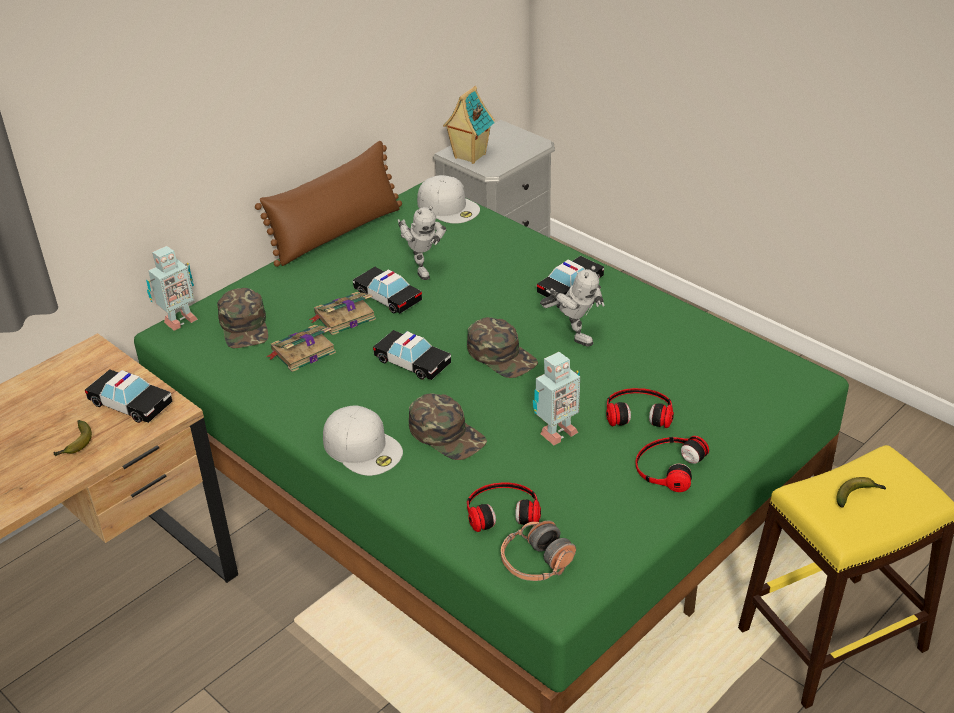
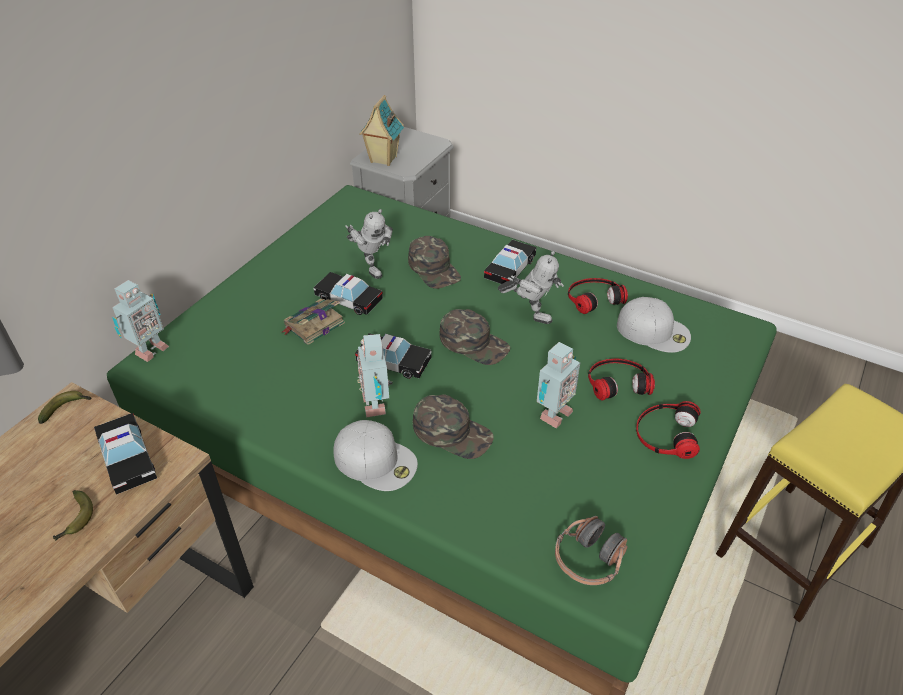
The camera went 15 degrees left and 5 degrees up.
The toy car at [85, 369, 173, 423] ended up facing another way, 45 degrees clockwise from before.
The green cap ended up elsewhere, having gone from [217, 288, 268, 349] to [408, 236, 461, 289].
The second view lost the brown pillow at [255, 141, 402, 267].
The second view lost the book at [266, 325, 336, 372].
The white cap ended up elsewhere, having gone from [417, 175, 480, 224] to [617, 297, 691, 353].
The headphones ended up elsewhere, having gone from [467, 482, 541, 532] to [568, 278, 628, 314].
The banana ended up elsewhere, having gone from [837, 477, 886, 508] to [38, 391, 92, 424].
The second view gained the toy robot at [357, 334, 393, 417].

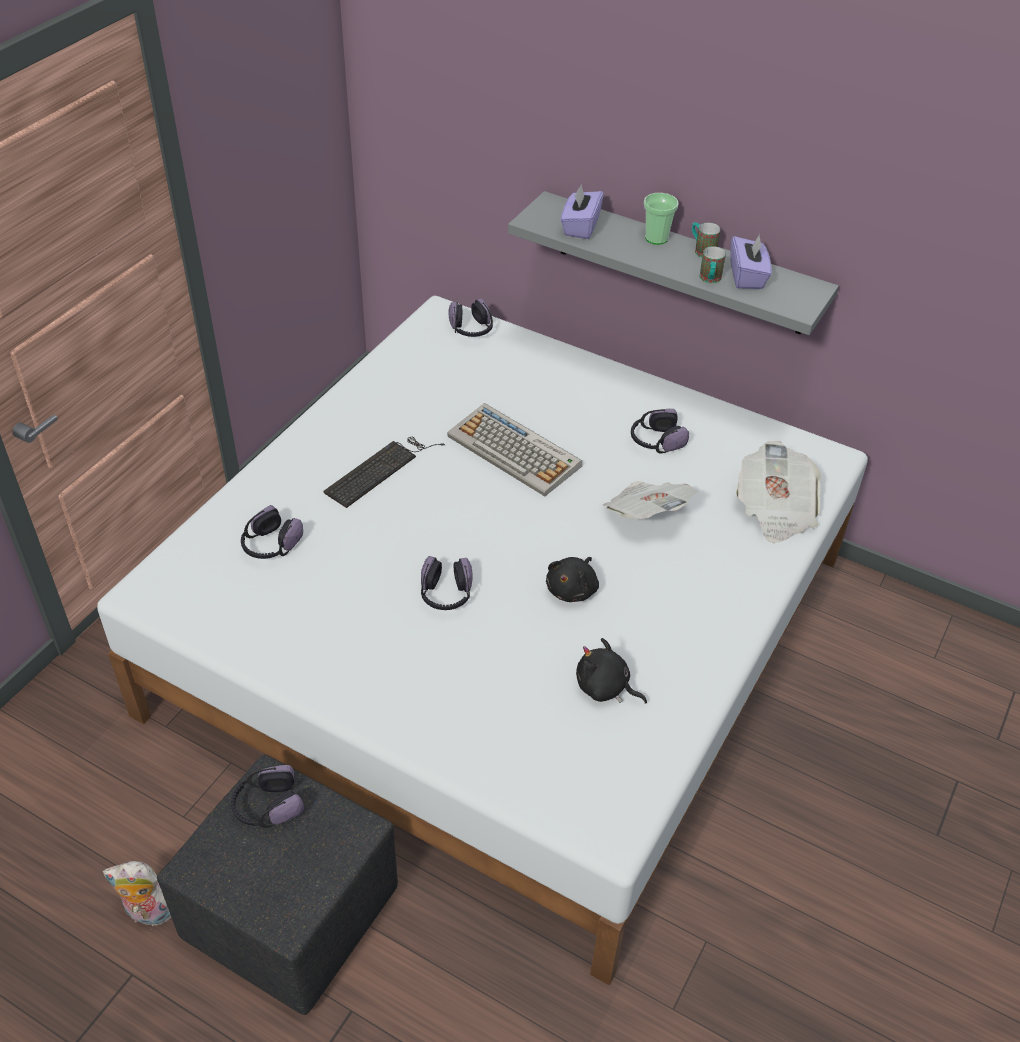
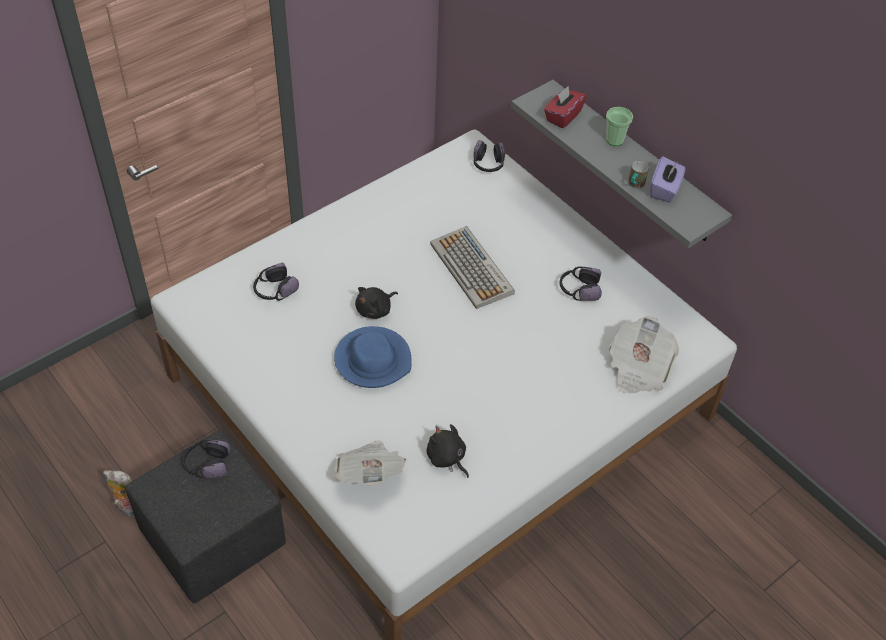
The camera went 20 degrees right and 5 degrees up.
The second view lost the keyboard at [323, 437, 445, 508].
Where the headphones stood at [421, 556, 473, 610], the blue hat came to stand at [334, 326, 412, 388].
The black plush toy ended up elsewhere, having gone from [546, 557, 599, 602] to [355, 287, 398, 319].
What was the purple tissue box at [561, 184, 604, 239] turned into the red tissue box at [544, 86, 586, 128].
The newspaper ended up elsewhere, having gone from [603, 481, 699, 519] to [334, 441, 406, 486].
The second view lost the mug at [692, 222, 721, 258].

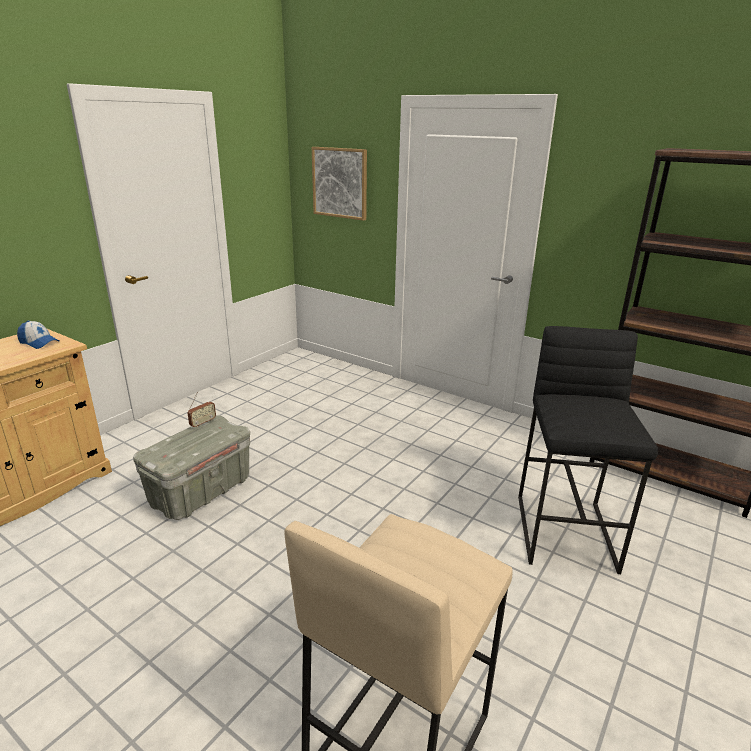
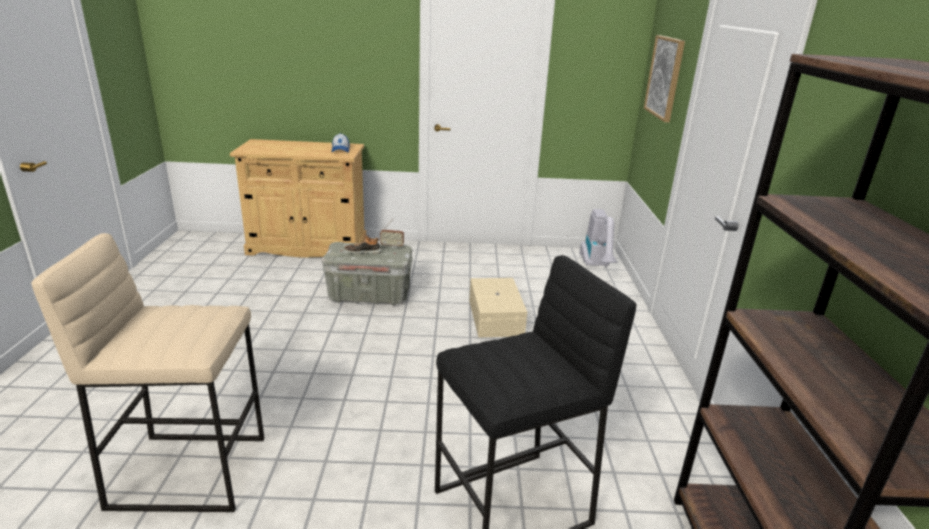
The camera went 55 degrees right and 0 degrees up.
The second view gained the shoe at [345, 234, 382, 254].
The second view gained the beige storage box at [469, 278, 527, 337].
The second view gained the vacuum cleaner at [580, 209, 618, 267].

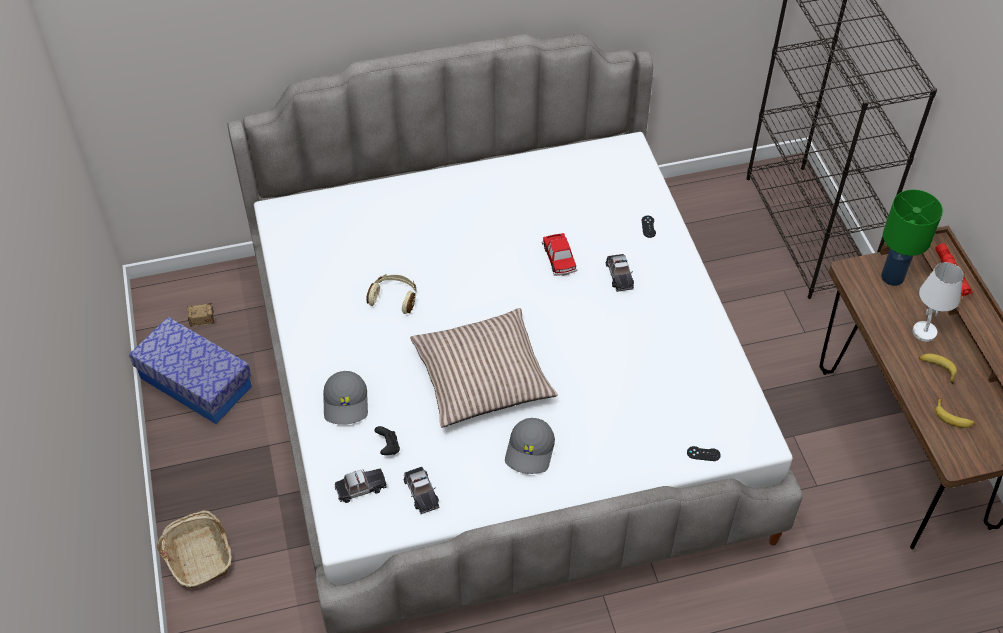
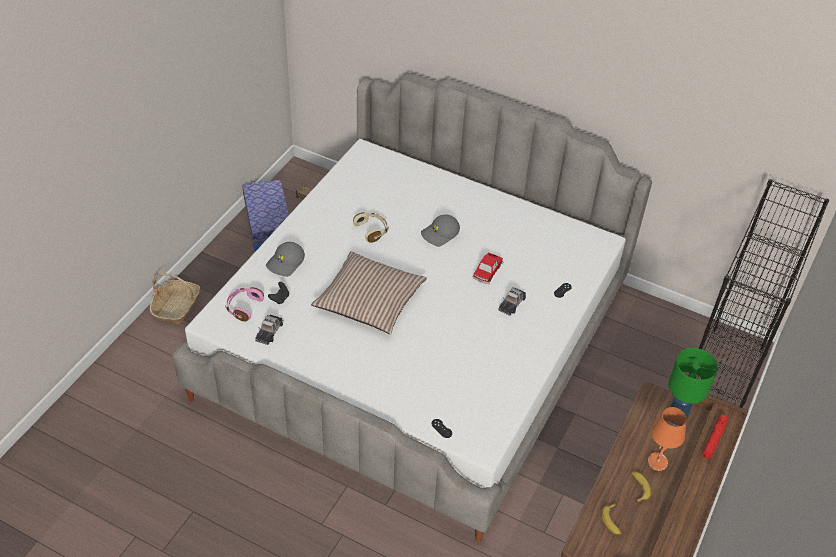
The camera went 40 degrees right and 5 degrees down.
Where the toy car stood at [335, 468, 387, 503], the pink headphones came to stand at [225, 287, 264, 322].
The grey cap ended up elsewhere, having gone from [505, 418, 555, 474] to [421, 214, 460, 247].
What was the white table lamp at [913, 262, 963, 342] turned into the orange table lamp at [647, 407, 686, 471].

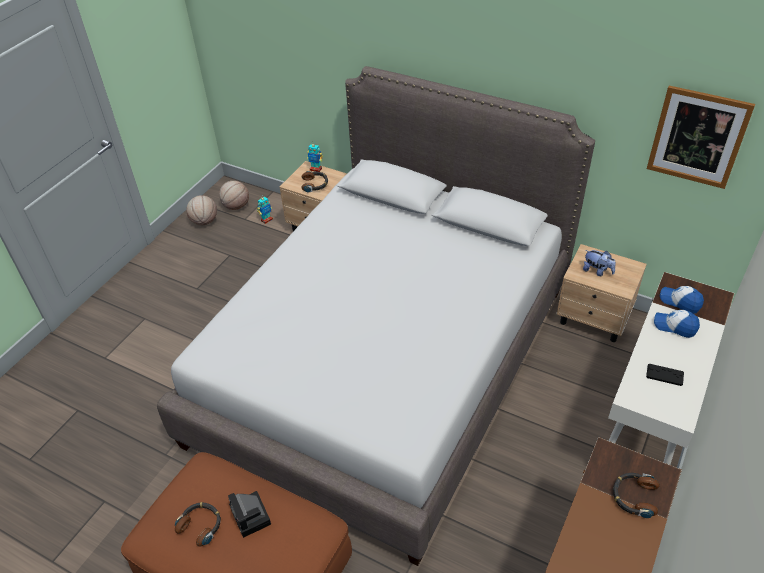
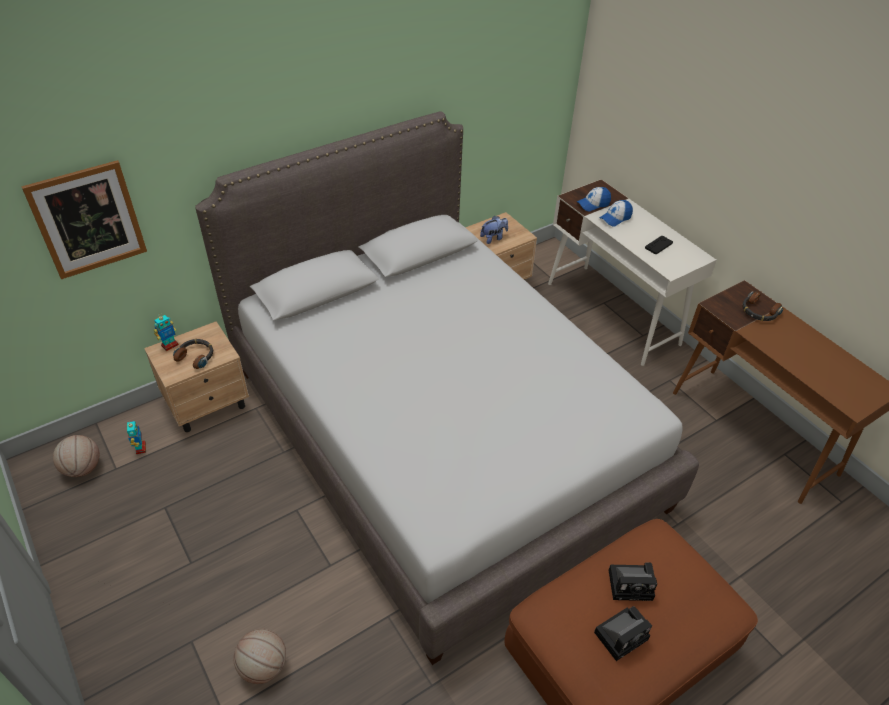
The camera went 65 degrees left and 0 degrees up.
Where the headphones stood at [175, 502, 221, 547], the photo camera came to stand at [594, 606, 652, 661].
The basketball ended up elsewhere, having gone from [187, 195, 217, 225] to [233, 629, 286, 684].
The picture ended up elsewhere, having gone from [647, 86, 755, 189] to [21, 160, 147, 279].

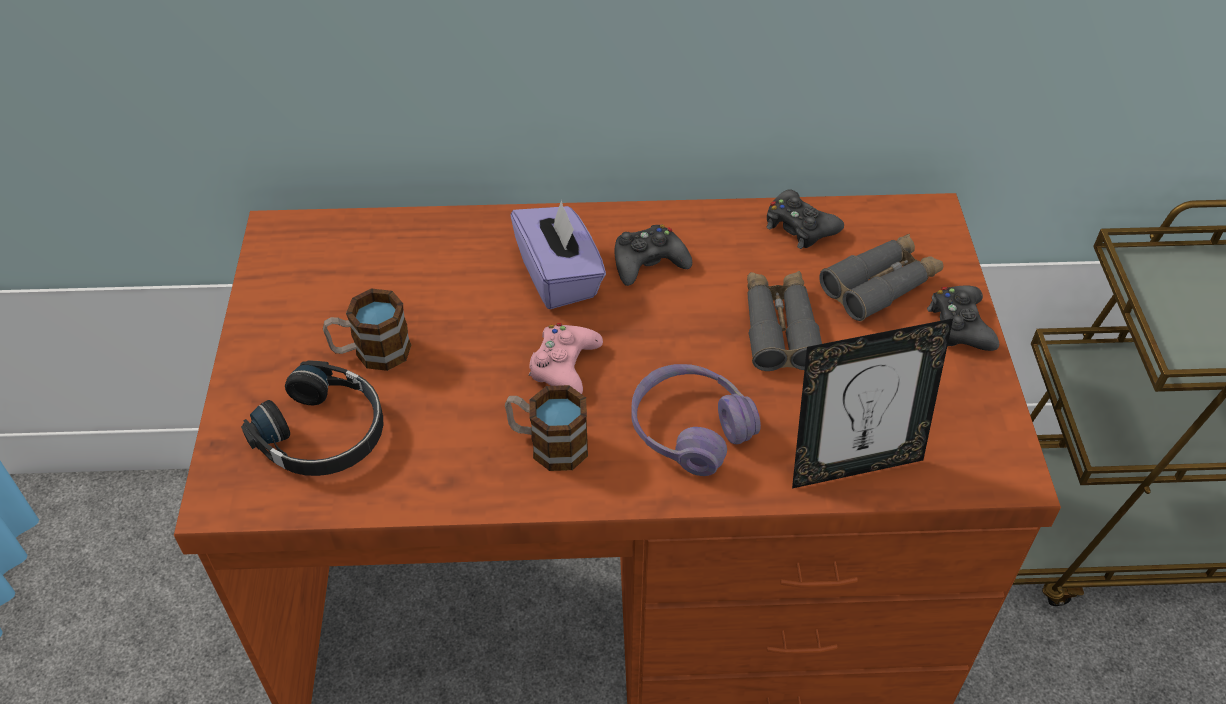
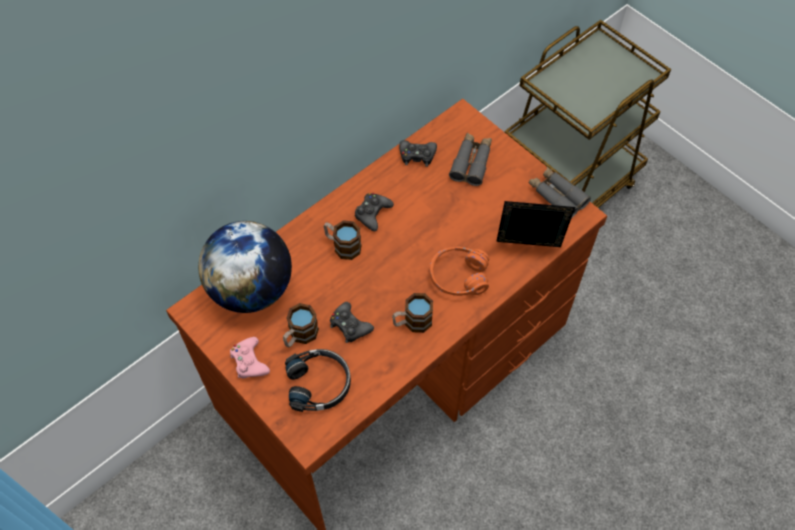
The camera went 40 degrees left and 10 degrees up.
Where the purple tissue box stood at [510, 200, 606, 309], the mug came to stand at [323, 220, 362, 260].
The pink game controller ended up elsewhere, having gone from [529, 323, 603, 394] to [230, 337, 270, 379].
What was the purple headphones at [631, 364, 761, 476] turned into the orange headphones at [430, 247, 489, 296].
The grey binoculars ended up elsewhere, having gone from [747, 271, 822, 371] to [529, 167, 591, 218].
The picture frame at [792, 318, 953, 488] ended up facing another way, 120 degrees counterclockwise from before.
The black game controller ended up elsewhere, having gone from [927, 285, 999, 351] to [330, 302, 374, 343].
The second view gained the globe at [198, 221, 292, 313].

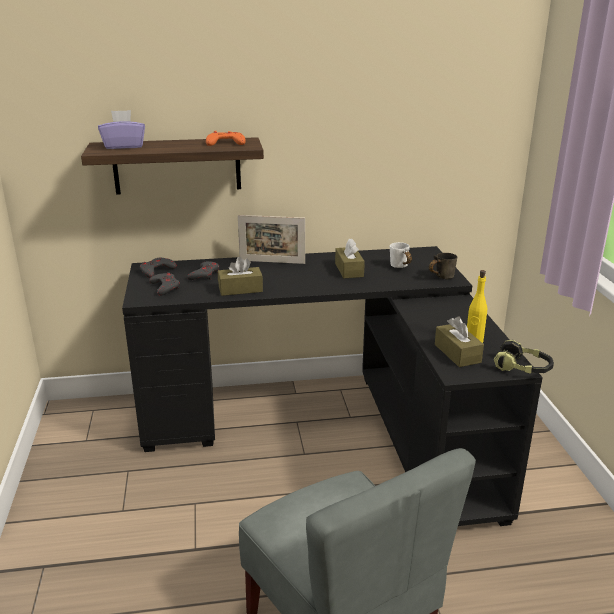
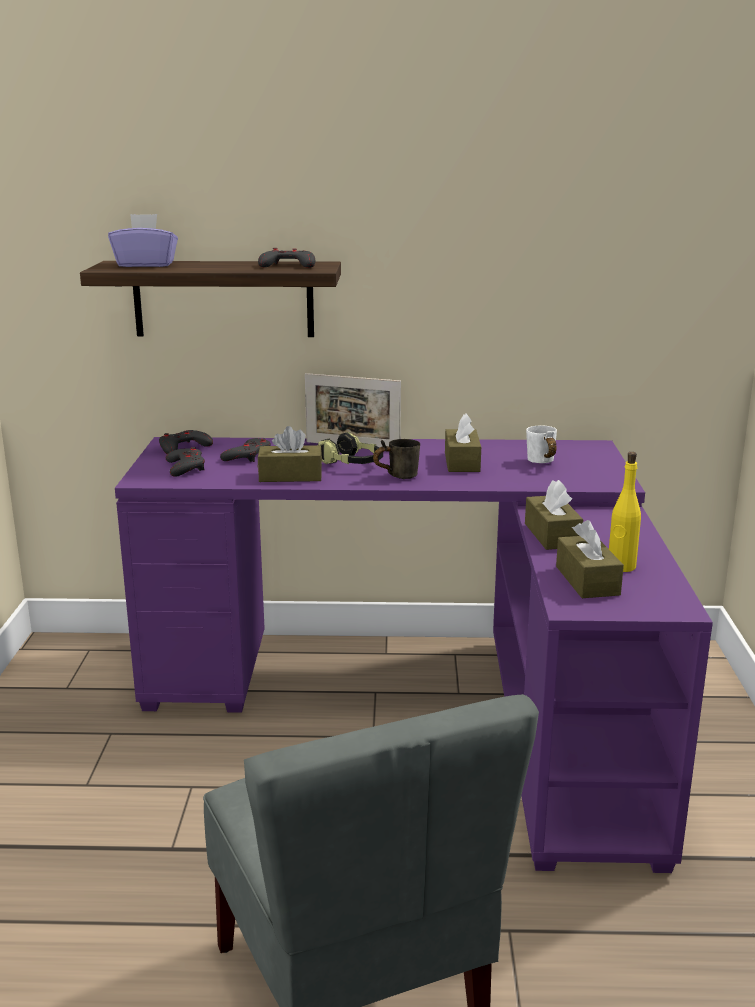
The camera went 10 degrees right and 5 degrees down.
What was the black desk at [122, 246, 543, 526] turned into the purple desk at [115, 437, 713, 873].
What was the orange game controller at [206, 131, 246, 146] turned into the grey game controller at [258, 248, 315, 268].
The grey mug ended up elsewhere, having gone from [429, 253, 457, 280] to [373, 439, 420, 479].
The headphones ended up elsewhere, having gone from [494, 340, 554, 374] to [318, 432, 383, 464].
The second view gained the brown tissue box at [525, 480, 583, 550].

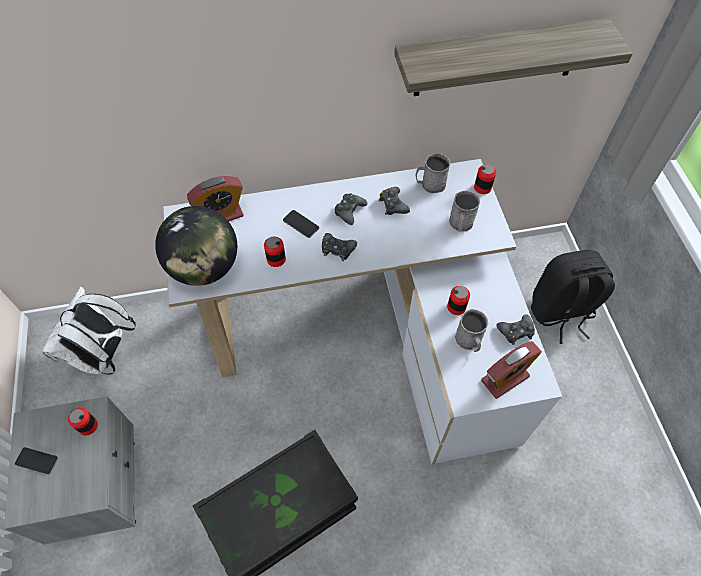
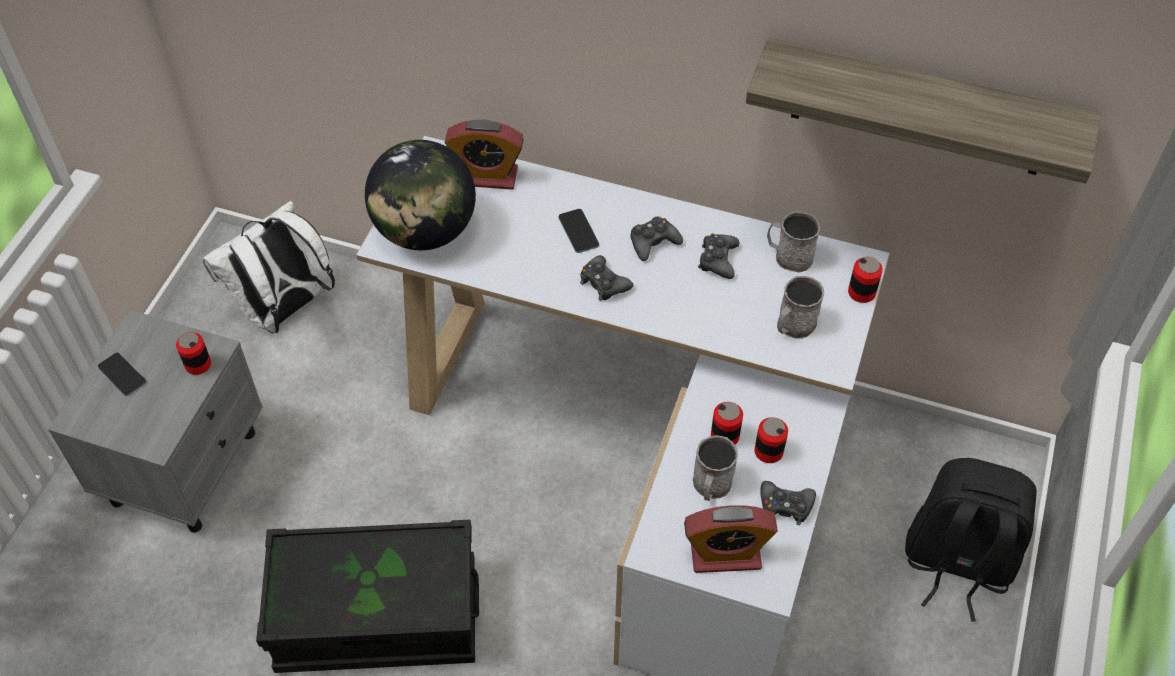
The camera went 30 degrees right and 5 degrees down.
The can ended up elsewhere, having gone from [264, 236, 286, 267] to [754, 417, 788, 463].

